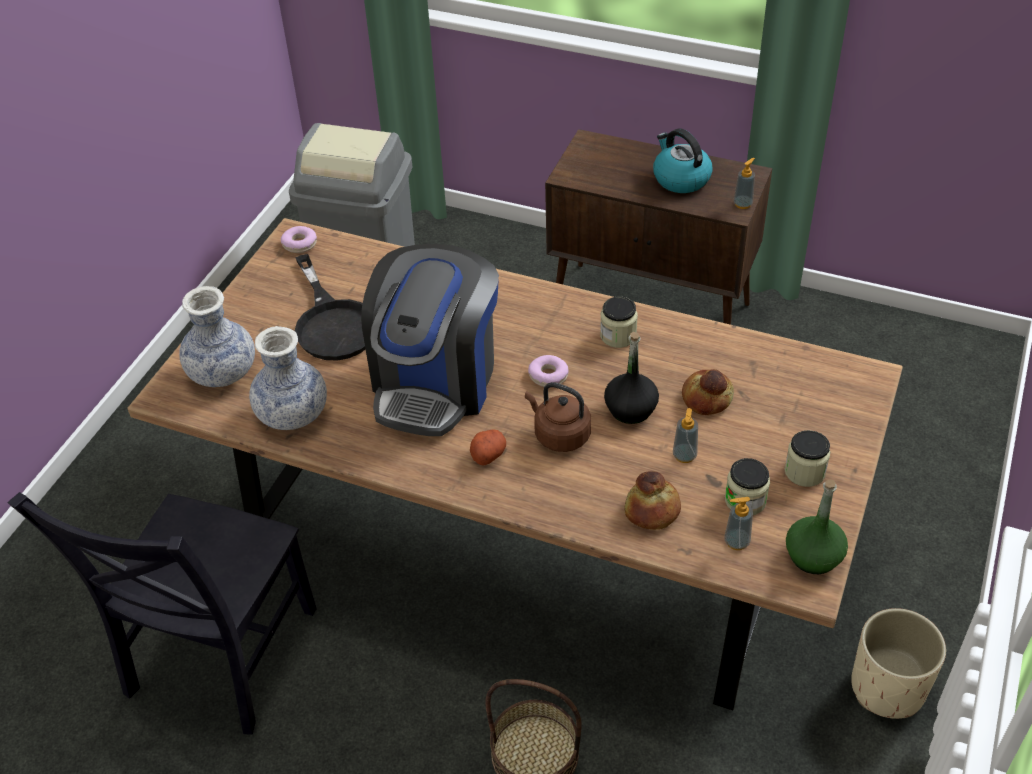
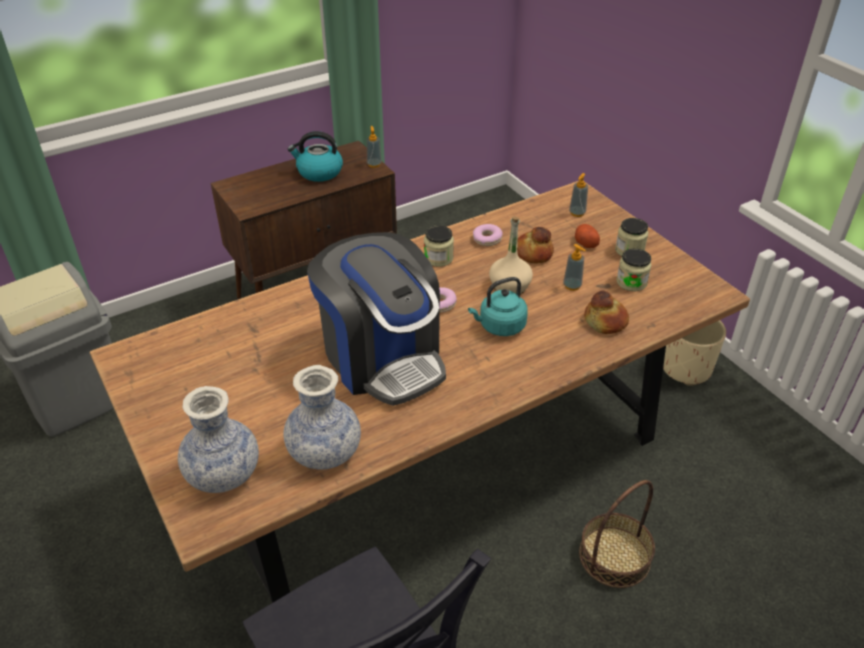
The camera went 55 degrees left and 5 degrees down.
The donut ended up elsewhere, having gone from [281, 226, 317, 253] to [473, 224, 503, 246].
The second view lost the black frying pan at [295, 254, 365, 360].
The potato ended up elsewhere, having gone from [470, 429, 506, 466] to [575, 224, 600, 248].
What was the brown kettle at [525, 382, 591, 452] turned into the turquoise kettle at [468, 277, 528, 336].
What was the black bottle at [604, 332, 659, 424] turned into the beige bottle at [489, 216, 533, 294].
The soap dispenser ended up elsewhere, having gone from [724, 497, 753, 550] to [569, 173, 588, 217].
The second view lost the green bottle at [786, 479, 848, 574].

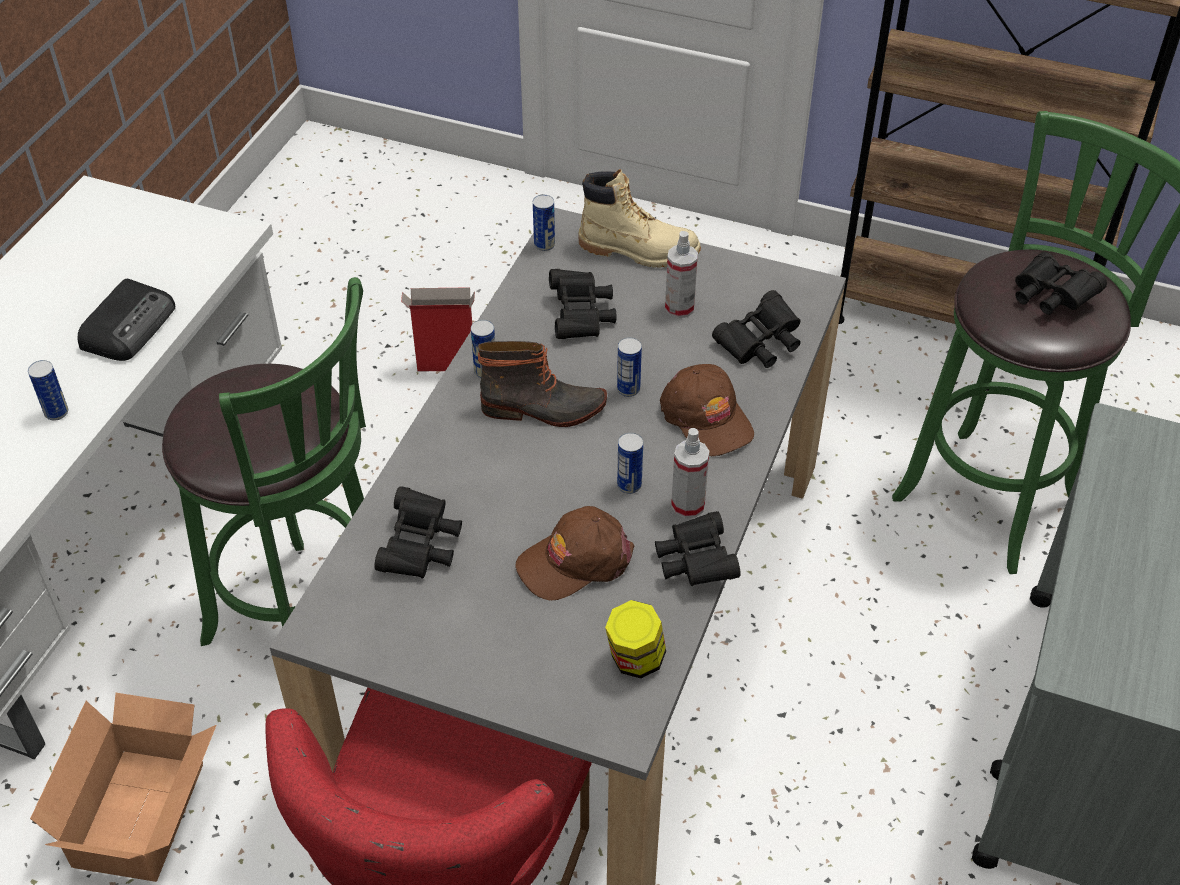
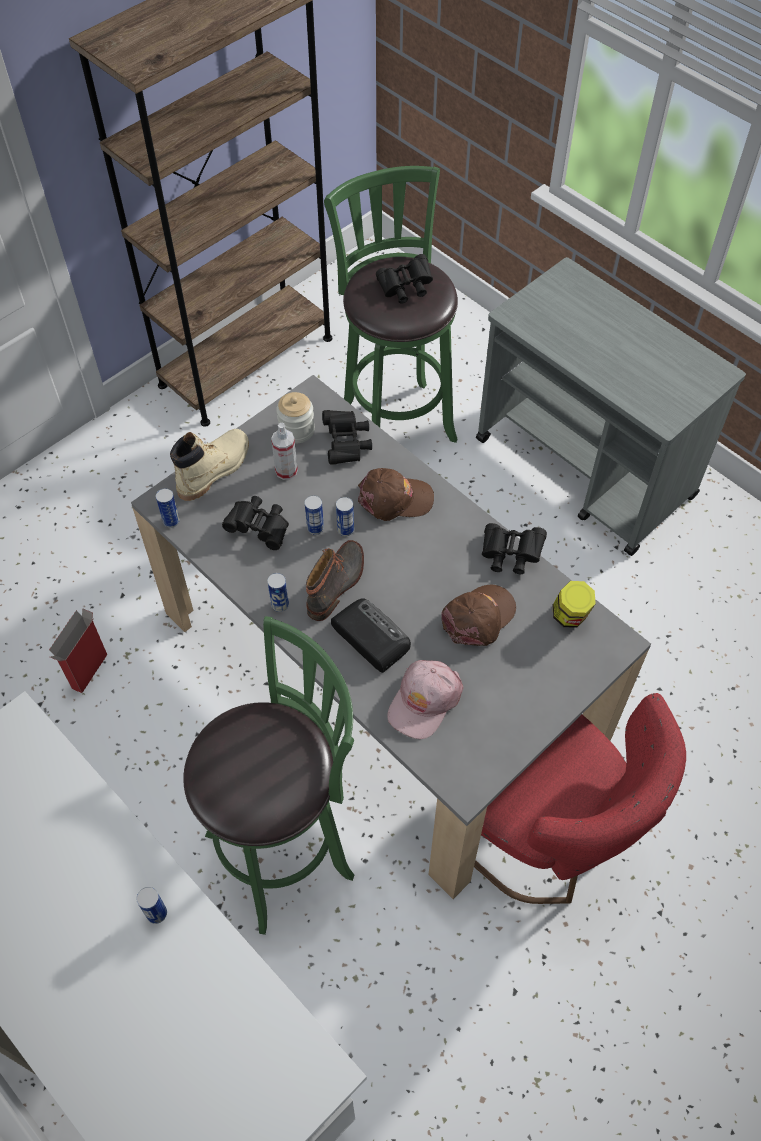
The camera went 65 degrees left and 10 degrees up.
The second view lost the cardboard box at [30, 693, 216, 882].
The radio ended up elsewhere, having gone from [78, 279, 175, 361] to [331, 598, 411, 673].
Where the black binoculars stood at [374, 486, 462, 578], the pink cap came to stand at [387, 660, 463, 739].
The brown cap at [516, 506, 634, 600] ended up facing another way, 135 degrees counterclockwise from before.
The can ended up elsewhere, having gone from [617, 433, 643, 494] to [305, 495, 324, 535].
The second view lost the spray bottle at [671, 428, 709, 518].
The second view gained the jar at [276, 392, 315, 443].

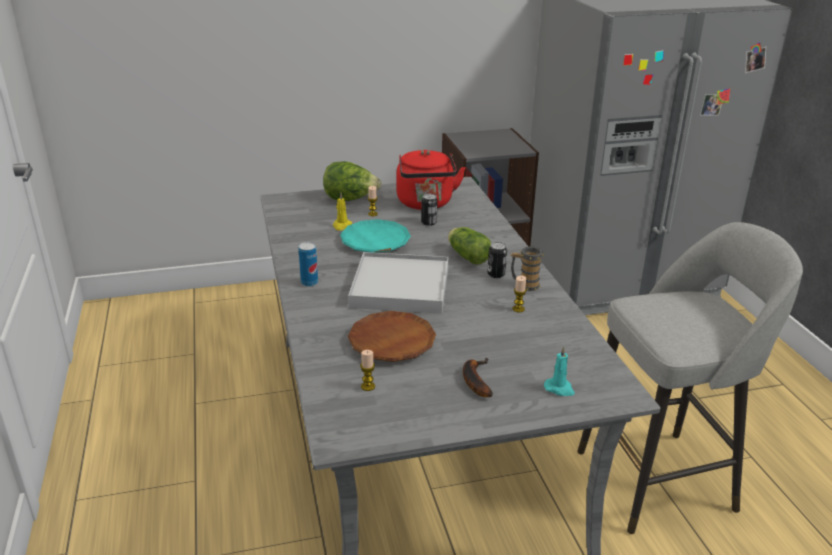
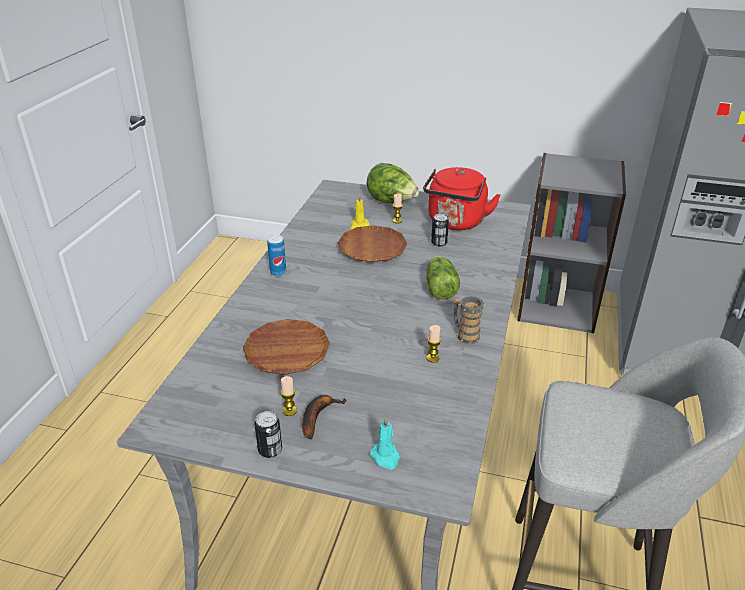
The camera went 30 degrees right and 5 degrees up.
What was the turquoise plate at [340, 219, 411, 253] turned into the brown plate at [338, 225, 407, 262].
The second view lost the white tray at [348, 252, 449, 314].
The candle ended up elsewhere, having gone from [360, 350, 375, 391] to [281, 376, 297, 416].
The can ended up elsewhere, having gone from [488, 242, 507, 278] to [254, 411, 282, 458].

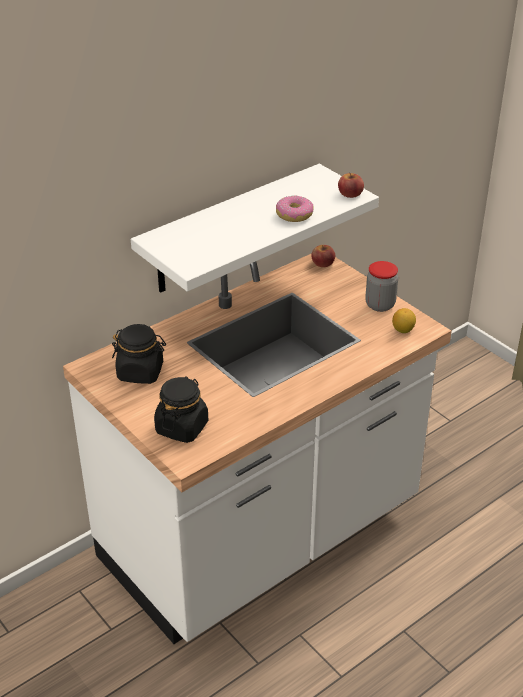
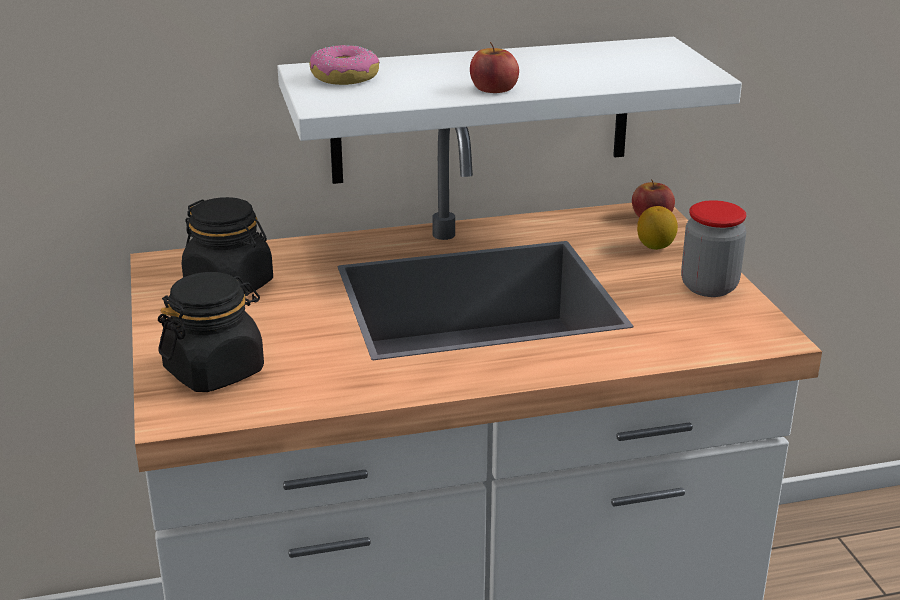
The camera went 25 degrees right and 10 degrees down.
The donut ended up elsewhere, having gone from [276, 195, 314, 222] to [309, 45, 380, 85].
The apple ended up elsewhere, having gone from [338, 172, 364, 198] to [470, 42, 519, 93].
The lemon ended up elsewhere, having gone from [392, 308, 416, 333] to [637, 206, 678, 250].

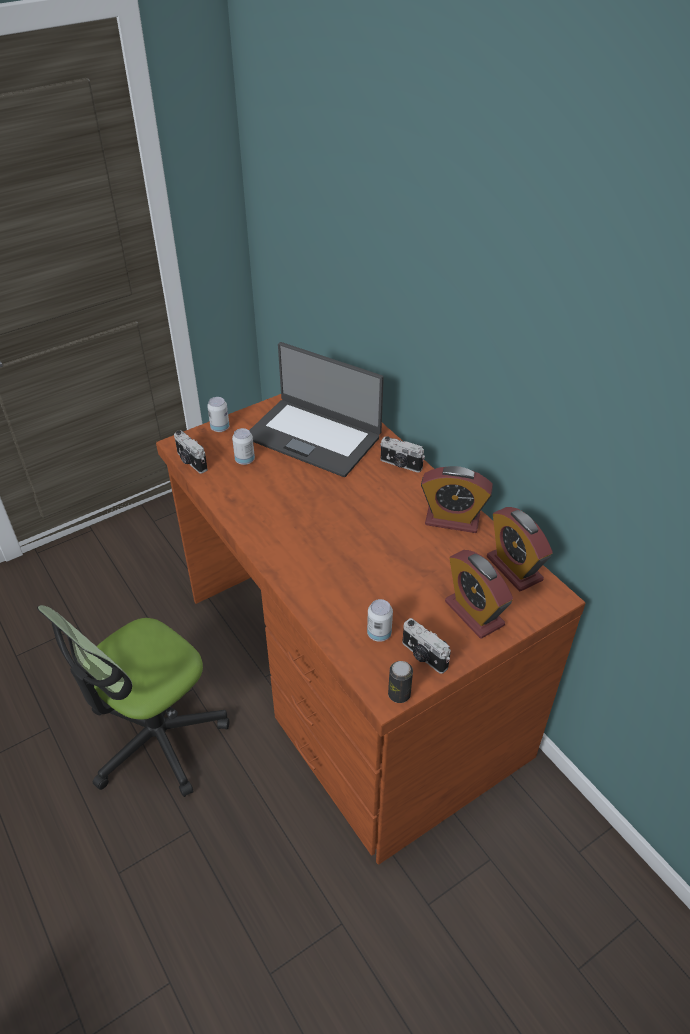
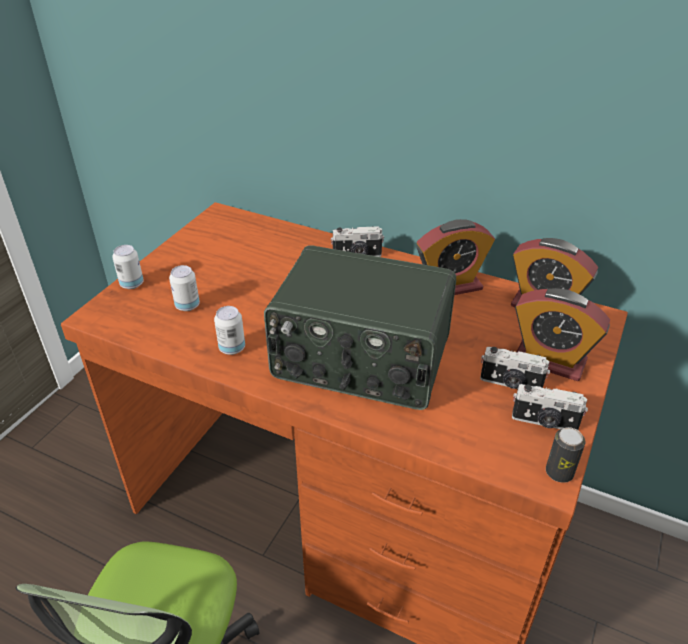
The camera went 30 degrees left and 5 degrees down.
The photo camera ended up elsewhere, having gone from [174, 431, 208, 474] to [480, 347, 550, 389].
The second view lost the laptop at [249, 342, 384, 477].
The can ended up elsewhere, having gone from [367, 599, 393, 642] to [214, 306, 245, 355].
The second view gained the radio at [264, 245, 456, 410].

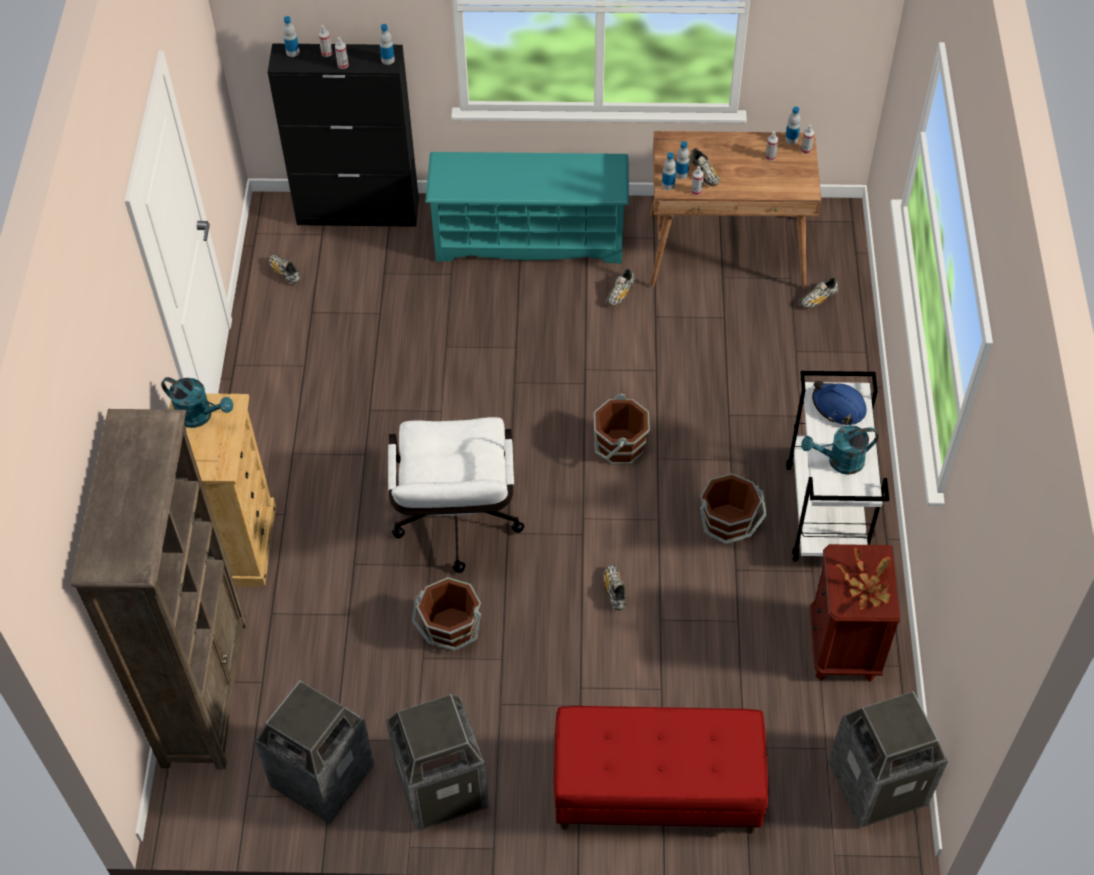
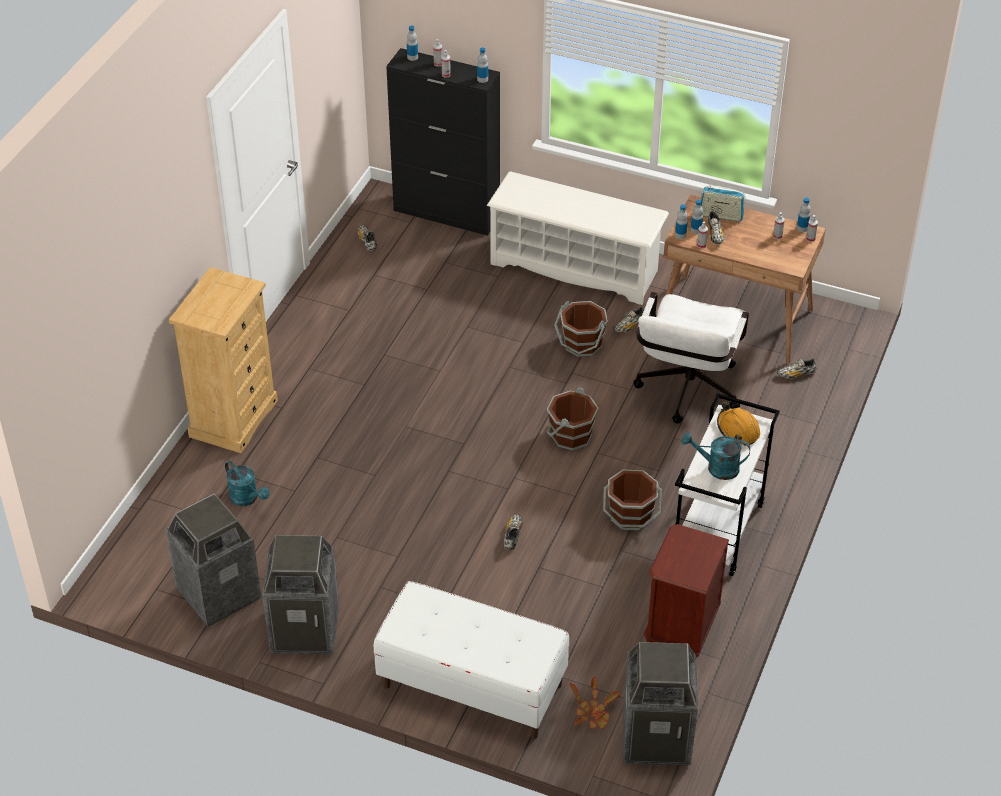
The camera went 20 degrees right and 10 degrees down.
The second view lost the brown bookcase at [71, 409, 247, 769].
The turquoise watering can ended up elsewhere, having gone from [161, 377, 233, 428] to [225, 461, 270, 506].
The white office chair ended up elsewhere, having gone from [388, 417, 524, 573] to [634, 292, 749, 424].
The brown bucket ended up elsewhere, having gone from [412, 577, 481, 651] to [554, 301, 608, 357].
What was the turquoise shoe rack at [426, 152, 629, 264] turned into the white shoe rack at [487, 171, 669, 305].
What was the red bench at [554, 706, 768, 834] turned into the white bench at [374, 581, 569, 739].
What was the blue hard hat at [812, 380, 867, 425] turned into the orange hard hat at [717, 402, 760, 446].
The potted plant ended up elsewhere, having gone from [836, 547, 891, 610] to [569, 677, 620, 729].
The second view gained the radio at [701, 184, 745, 221].

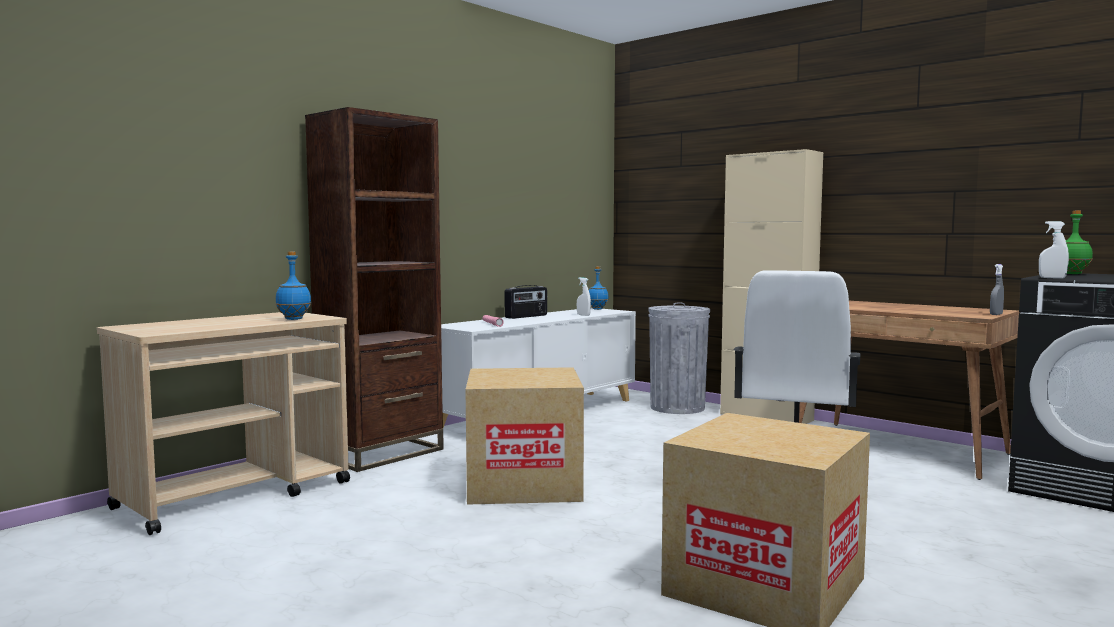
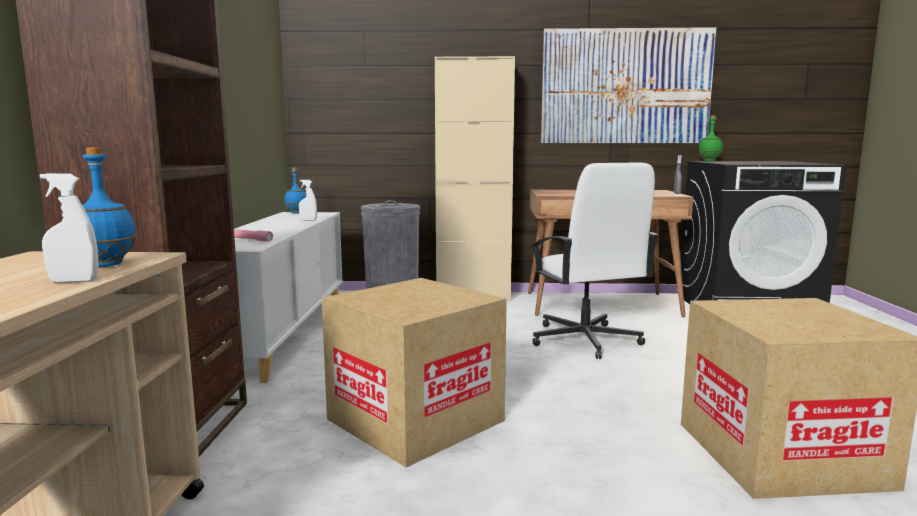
The camera went 40 degrees left and 5 degrees up.
The second view lost the radio at [505, 285, 547, 319].
The white spray bottle ended up elsewhere, having gone from [1039, 221, 1069, 279] to [40, 173, 98, 283].
The second view gained the picture at [541, 27, 716, 143].

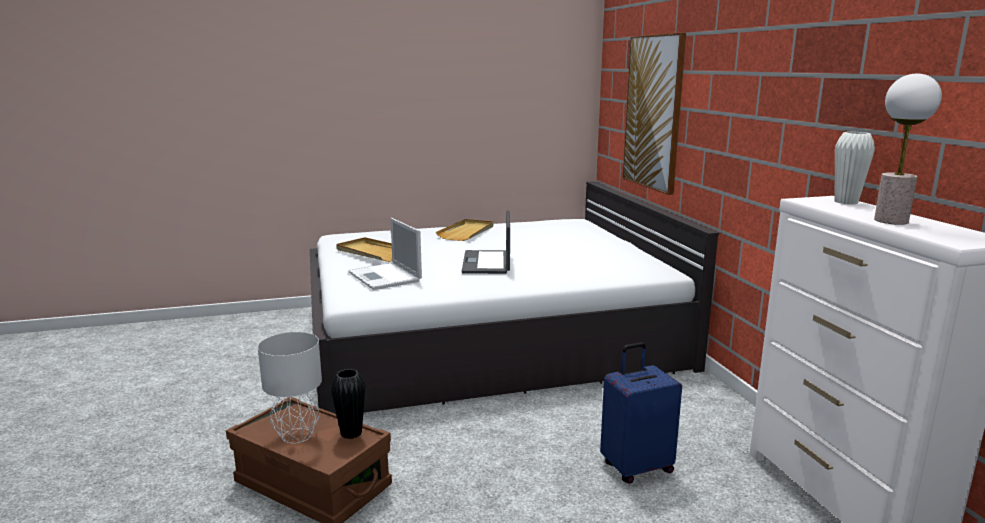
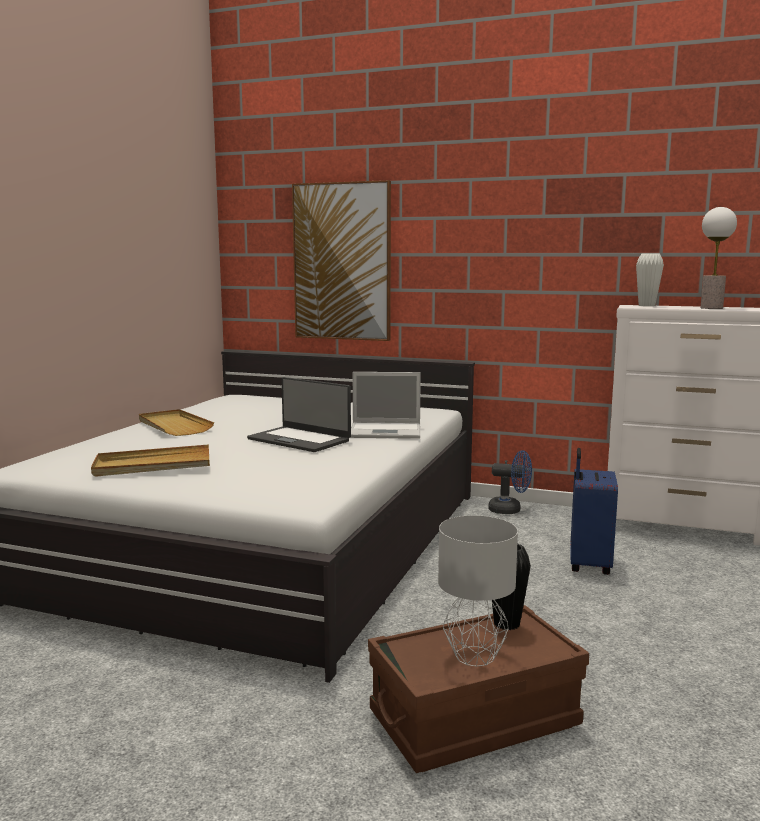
The camera went 55 degrees left and 5 degrees down.
The laptop ended up elsewhere, having gone from [348, 218, 422, 290] to [350, 372, 421, 439].
The second view gained the blue fan at [489, 450, 532, 514].

